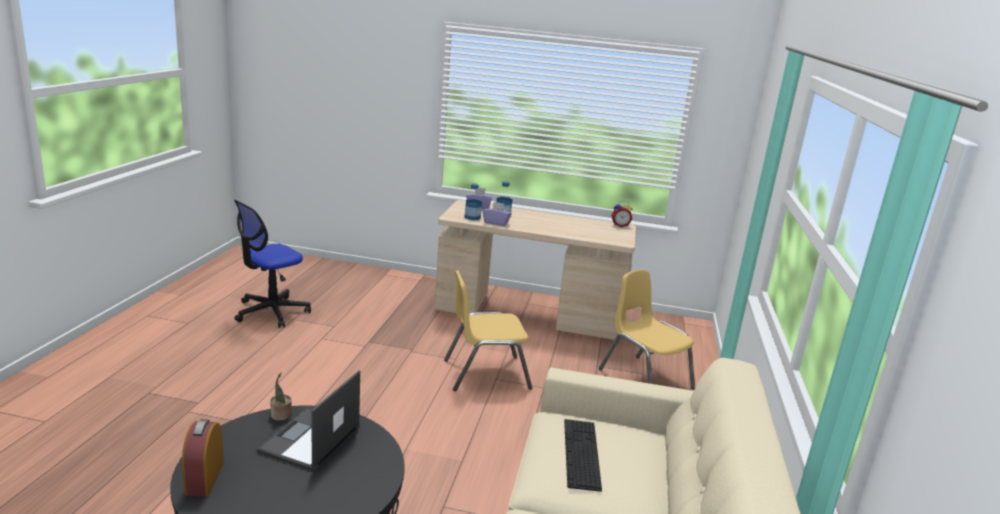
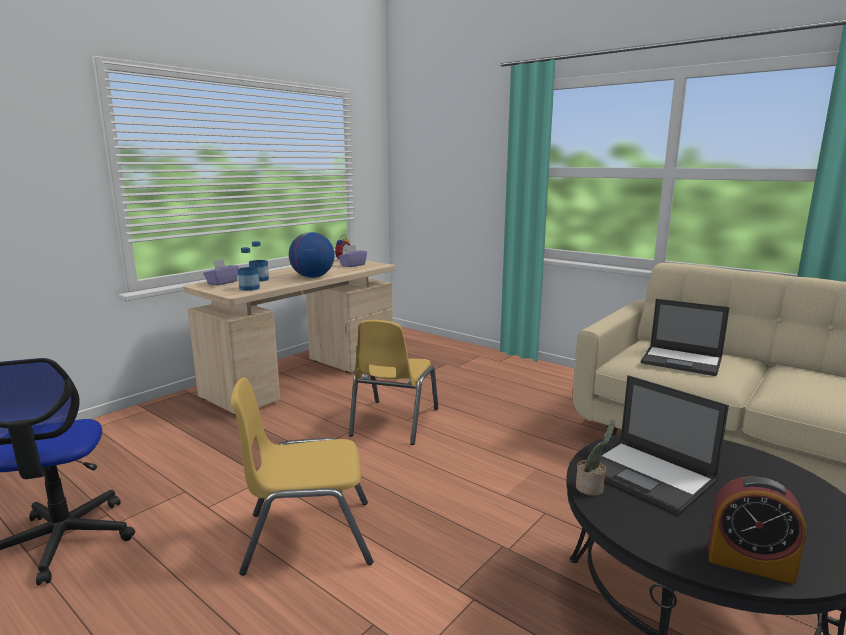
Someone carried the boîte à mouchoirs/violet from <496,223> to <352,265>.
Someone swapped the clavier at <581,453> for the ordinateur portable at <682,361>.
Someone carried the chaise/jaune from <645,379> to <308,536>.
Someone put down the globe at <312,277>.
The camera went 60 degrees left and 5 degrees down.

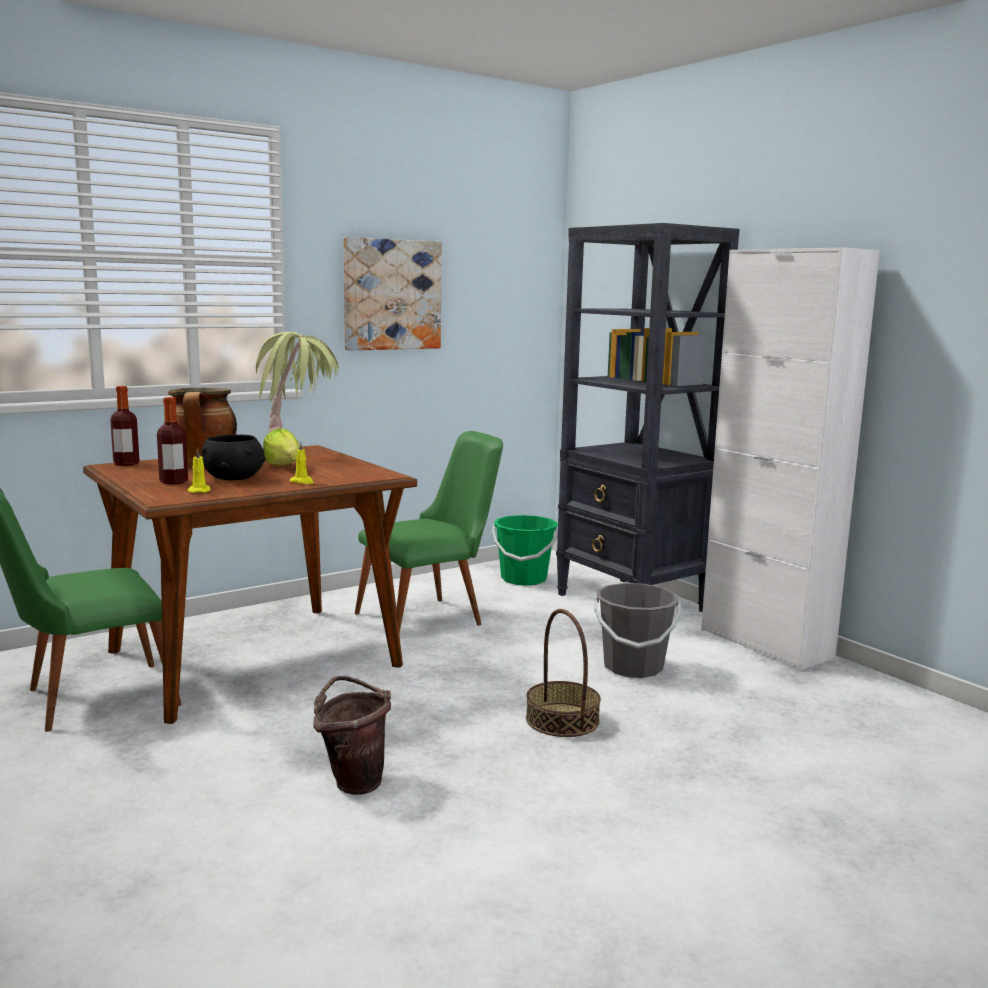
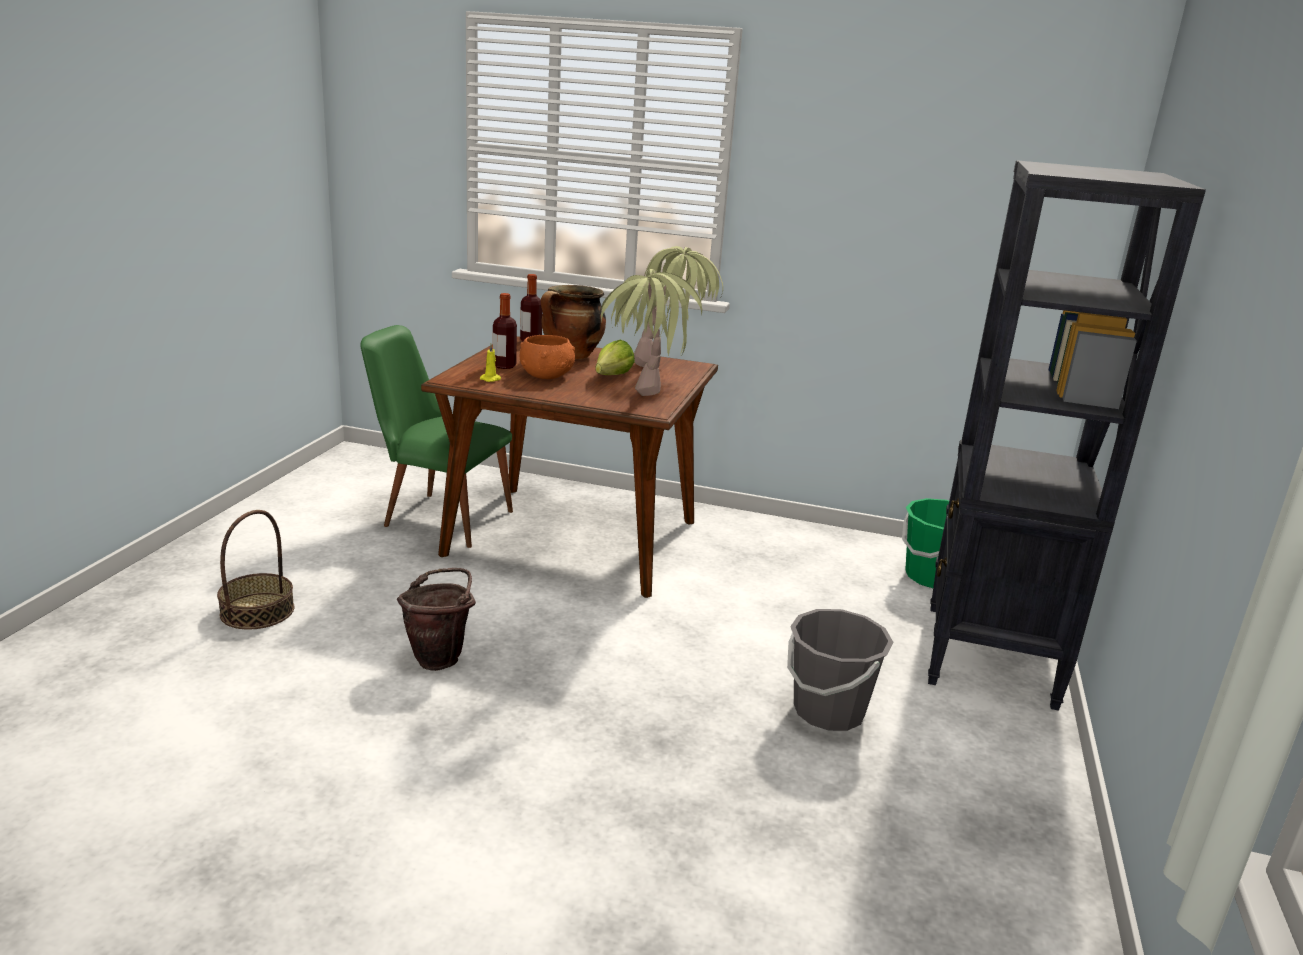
Someone repainted the bol/noir at <234,478>, which became the bol/orange at <547,375>.
Someone took away the bougie/jaune at <302,482>.
Someone took away the tableau at <391,294>.
Someone took away the chaise/vert at <431,618>.
Someone carried the panier from <562,720> to <257,611>.
Someone took away the meuble de rangement/blanc at <765,644>.
Someone put down the plante en pot at <644,404>.
The camera went 50 degrees right and 10 degrees up.

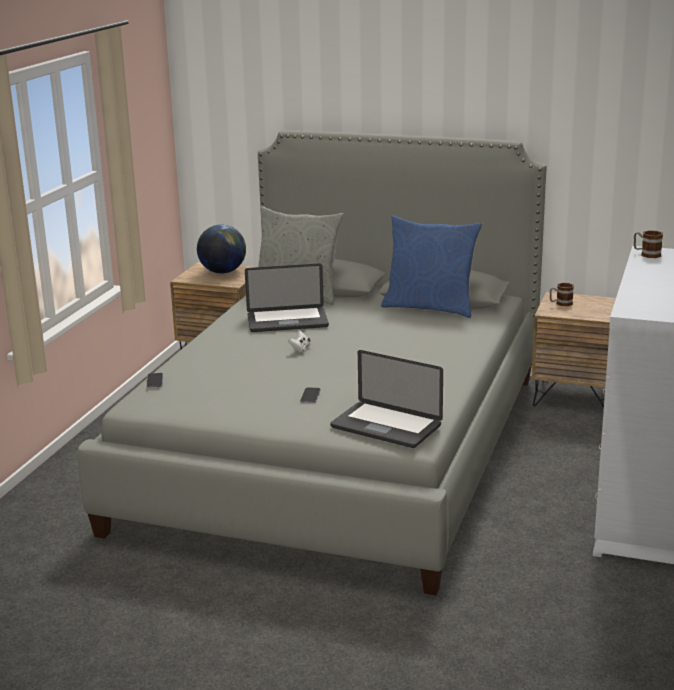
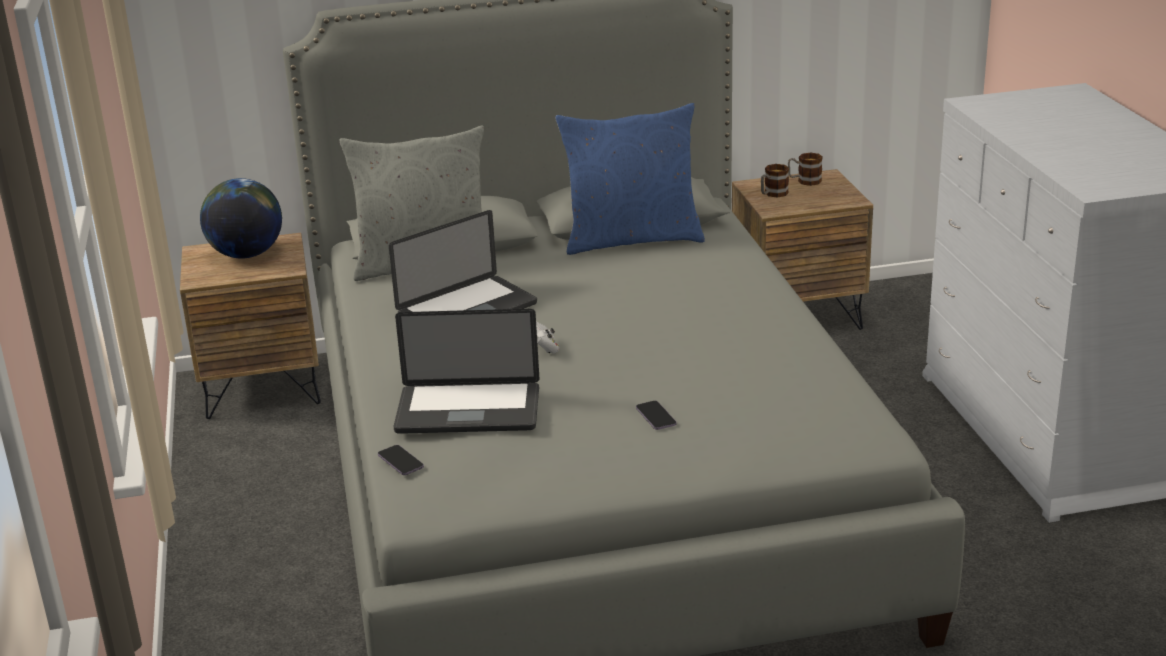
Someone carried the ordinateur portable from <386,426> to <468,411>.
Someone carried the mug from <646,254> to <804,181>.
The camera went 30 degrees left and 5 degrees up.

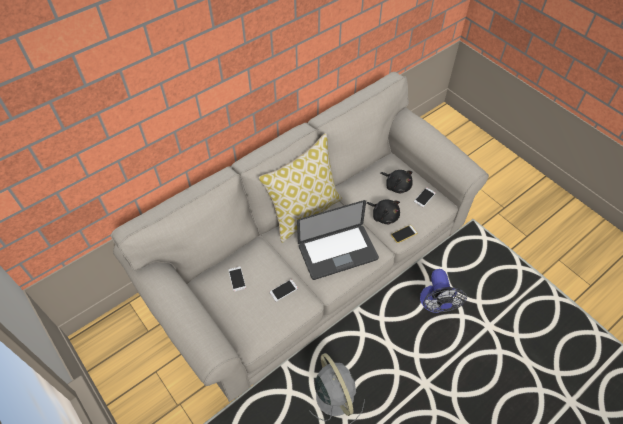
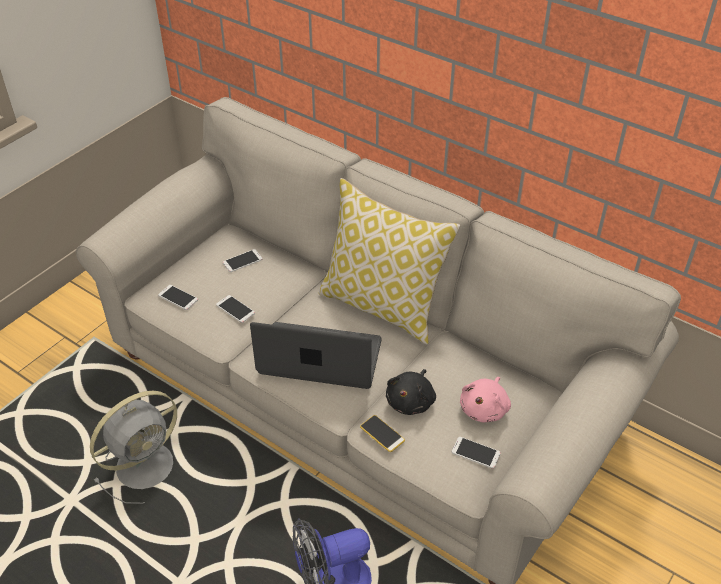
Someone rotated the ordinateur portable at <338,252> by 135 degrees clockwise.
Someone repainted the peluche/noir at <397,185>, which became the peluche/rose at <485,408>.
Someone put down the téléphone at <178,297>.
The camera went 75 degrees right and 10 degrees down.

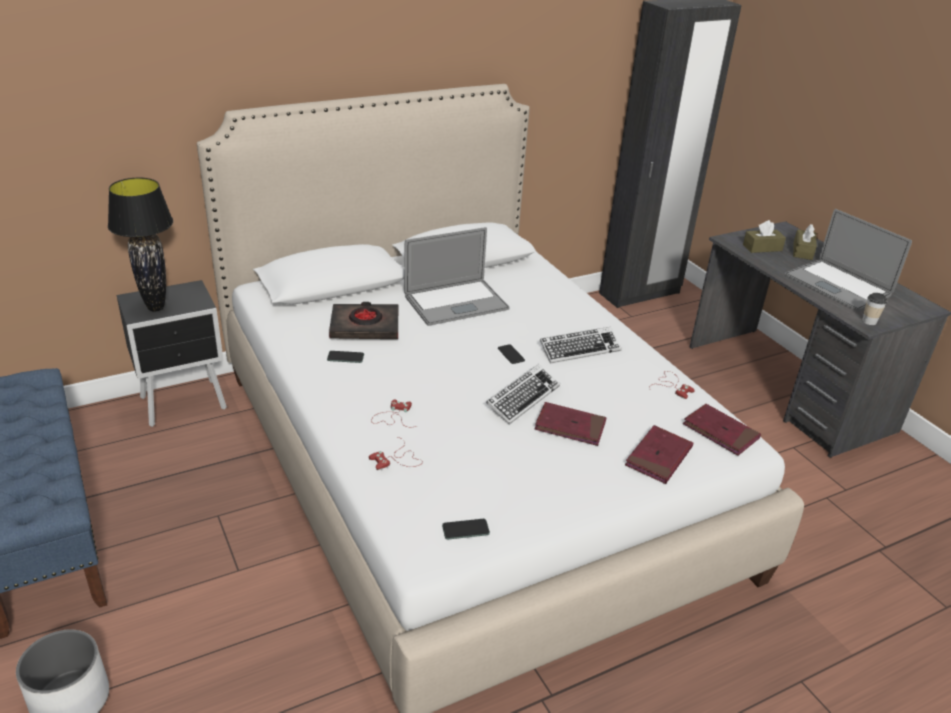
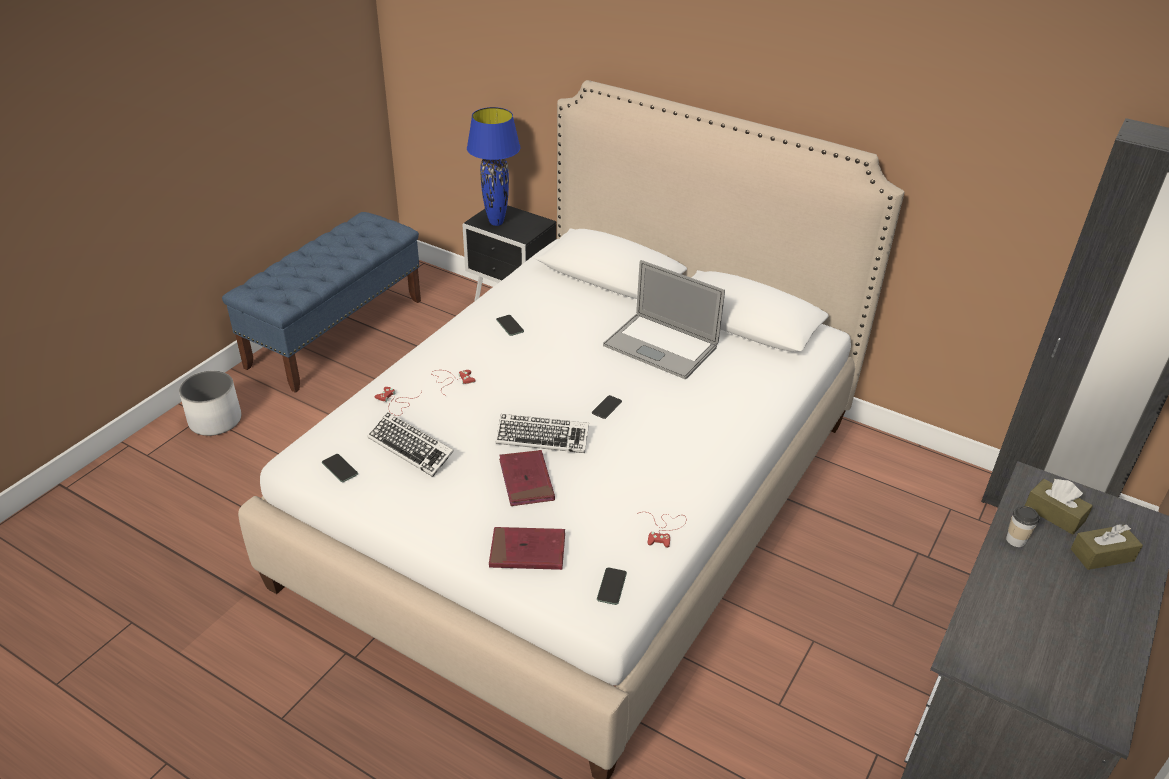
Someone repainted the lampe de table/noir at <156,308>, which became the lampe de table/bleu at <496,223>.
Someone took away the livre/noir at <365,326>.
Someone carried the clavier from <579,349> to <411,448>.
Someone swapped the livre/rouge at <720,432> for the téléphone at <611,586>.
Someone took away the ordinateur portable at <837,285>.
Someone carried the tasse from <869,321> to <1016,540>.
The camera went 60 degrees right and 5 degrees up.

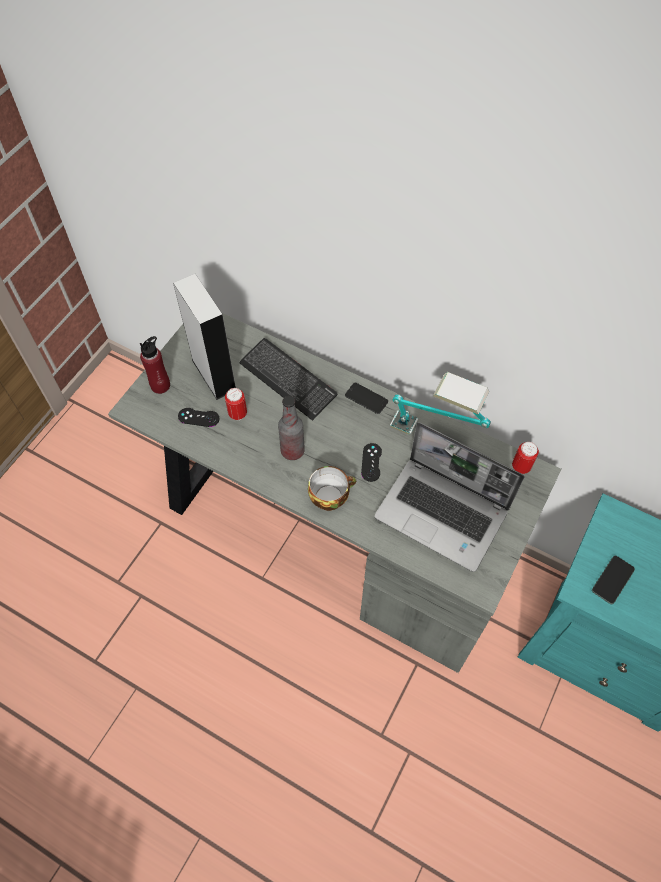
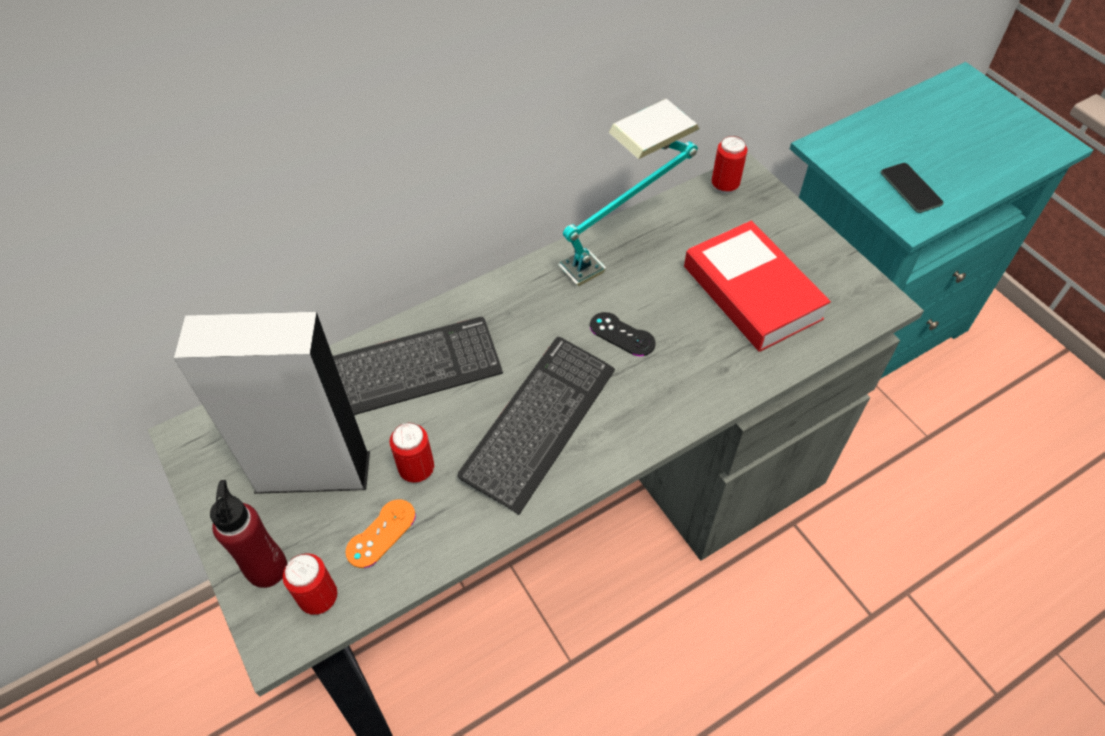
Someone repainted the manette/noir at <198,417>, which became the manette/orange at <381,533>.
Someone swapped the bouteille at <292,451> for the clavier at <539,423>.
Someone took away the tasse at <330,496>.
Someone took away the téléphone at <366,398>.
Someone swapped the ordinateur portable at <443,514> for the livre at <752,293>.
Someone put down the boîte métallique at <319,598>.
The camera went 60 degrees left and 5 degrees down.

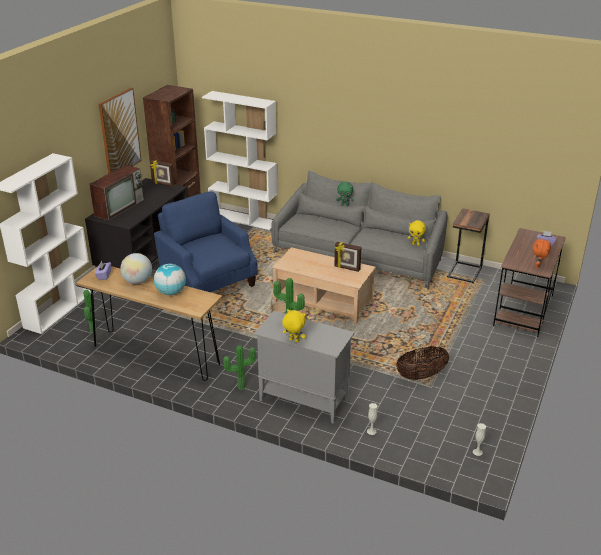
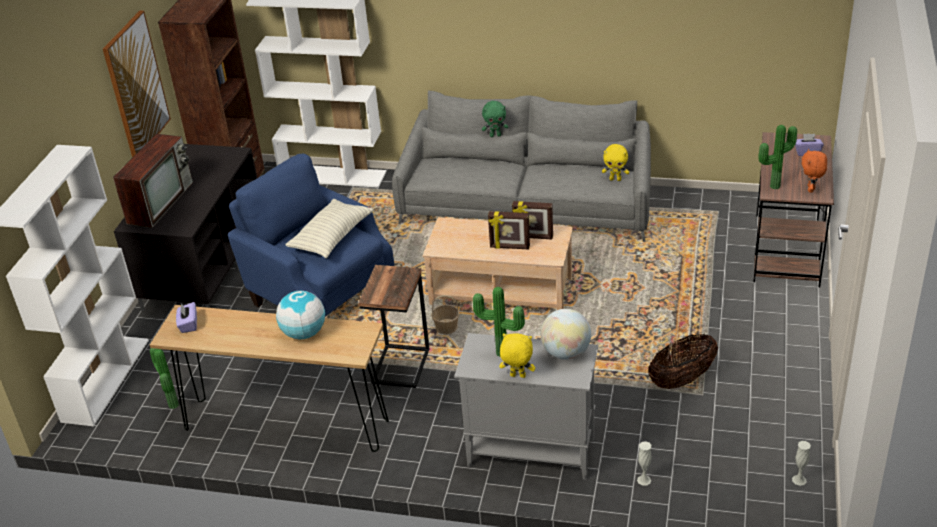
Someone carried the globe from <137,281> to <566,353>.
Someone carried the cadre photo from <163,184> to <509,247>.
Someone carried the plante en pot from <241,387> to <773,185>.
Someone carried the table d'appoint from <465,272> to <402,366>.
Someone put down the coussin at <332,238>.
The camera went 10 degrees left and 5 degrees up.

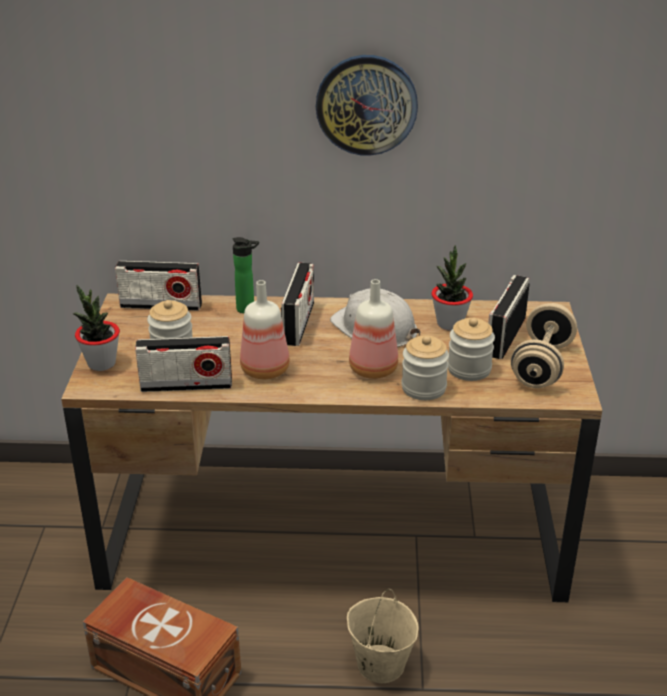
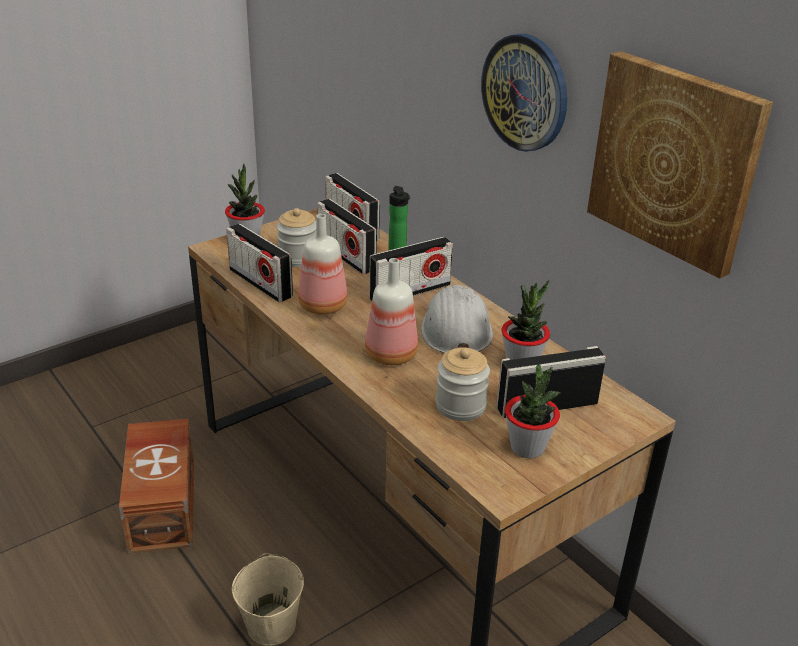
Someone took away the bocal at <423,388>.
Someone swapped the haltère/beige at <541,365> for the plante en pot at <527,448>.
Someone put down the radio at <346,256>.
Someone put up the tableau at <674,161>.
The camera went 50 degrees right and 0 degrees up.

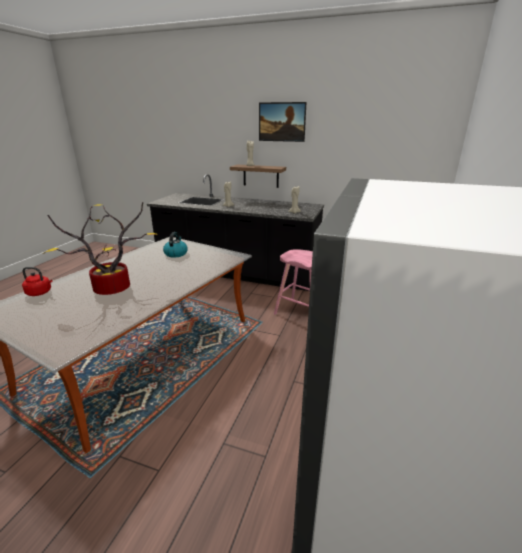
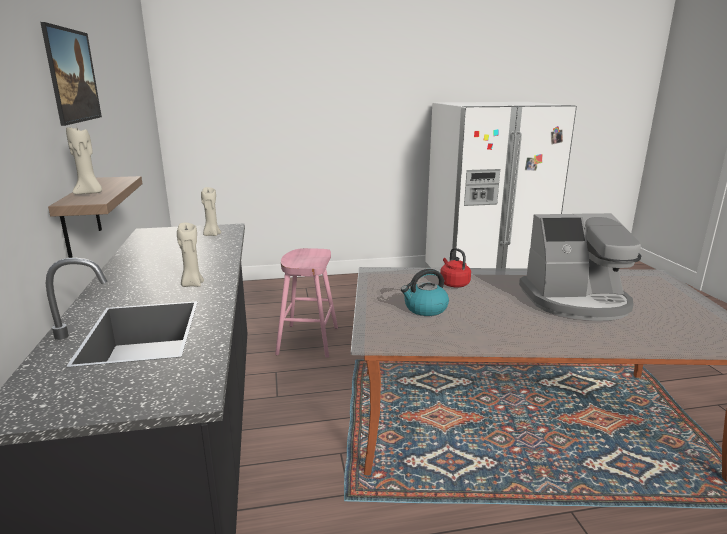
Someone carried the bouilloire/rouge from <40,293> to <453,283>.
Someone swapped the plante en pot at <110,290> for the machine à café at <576,301>.
The camera went 120 degrees left and 5 degrees down.

